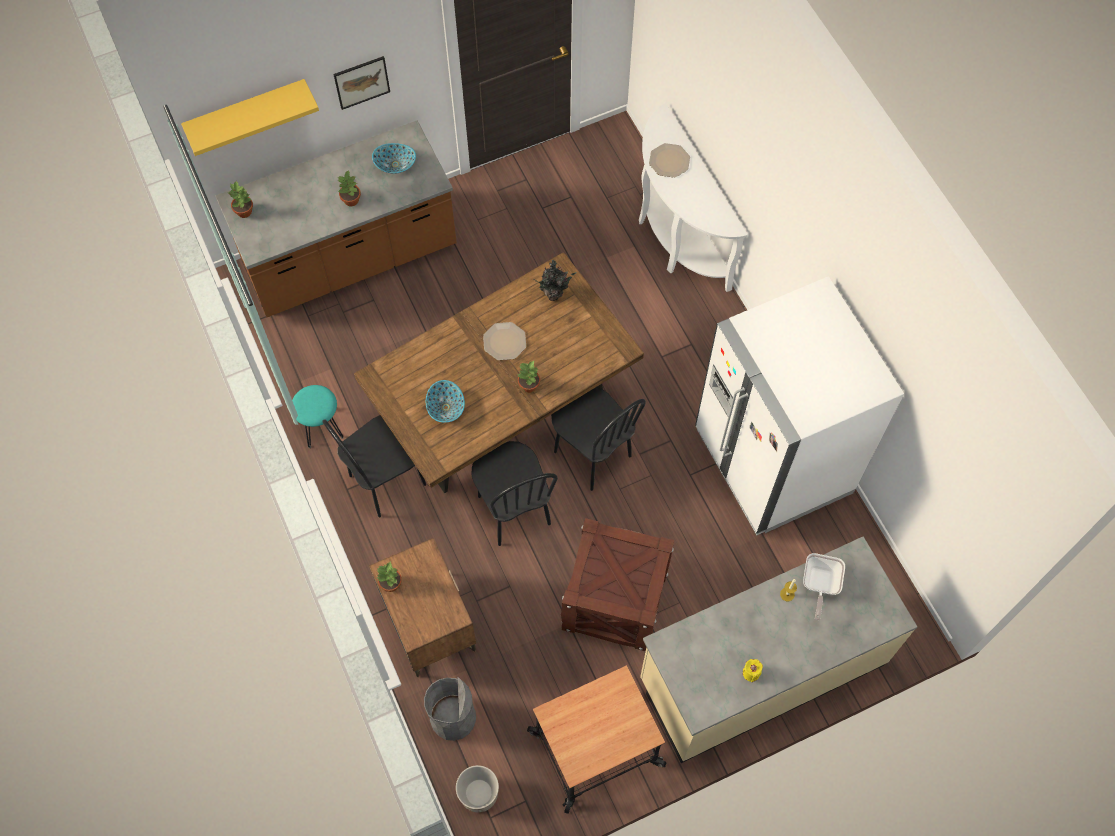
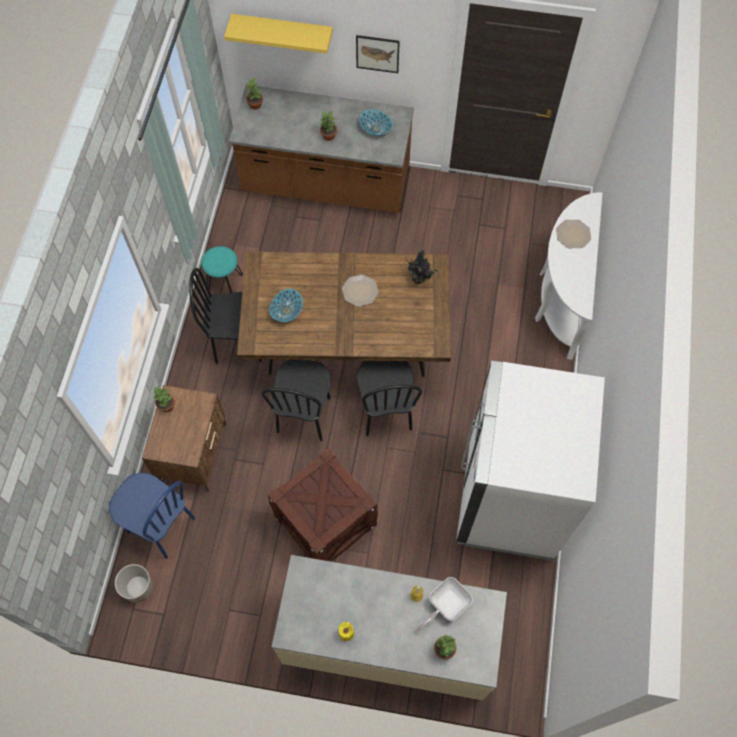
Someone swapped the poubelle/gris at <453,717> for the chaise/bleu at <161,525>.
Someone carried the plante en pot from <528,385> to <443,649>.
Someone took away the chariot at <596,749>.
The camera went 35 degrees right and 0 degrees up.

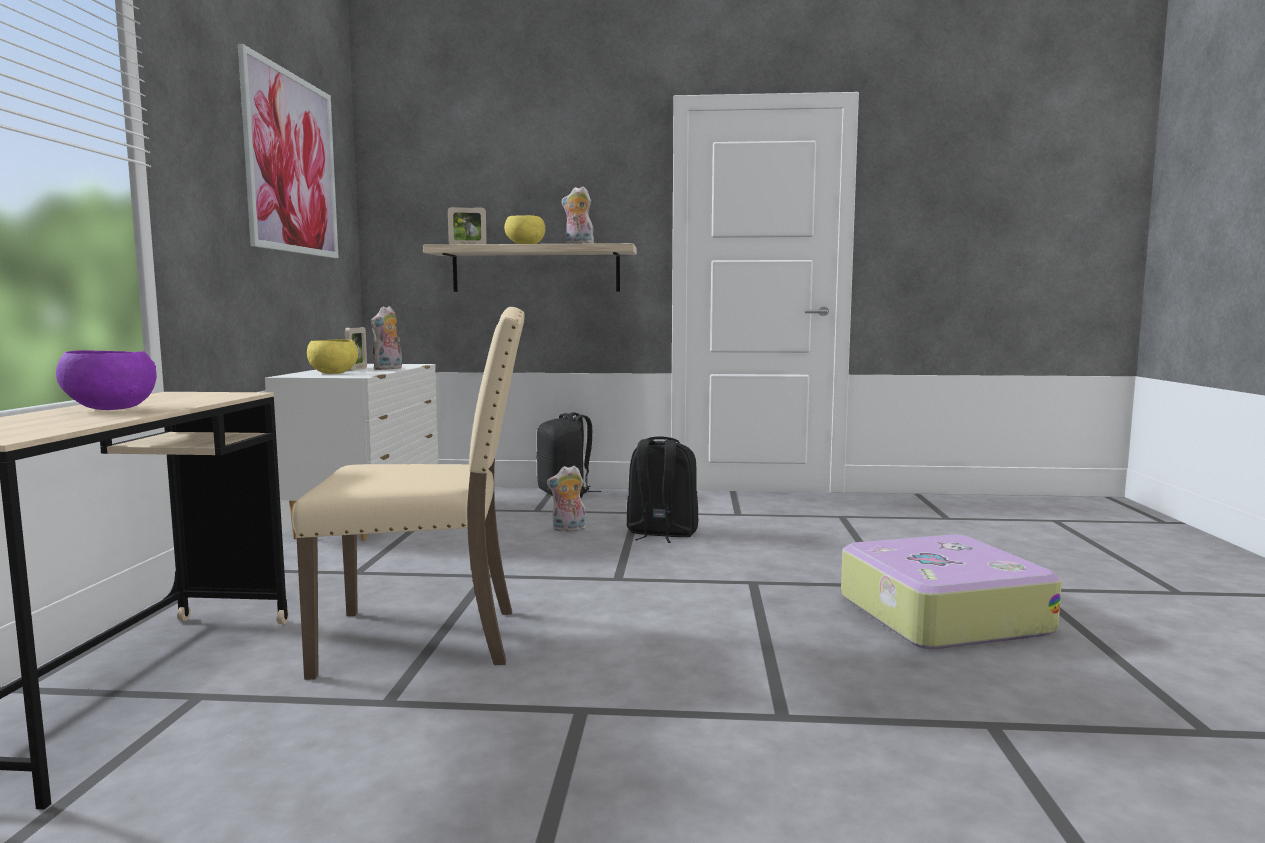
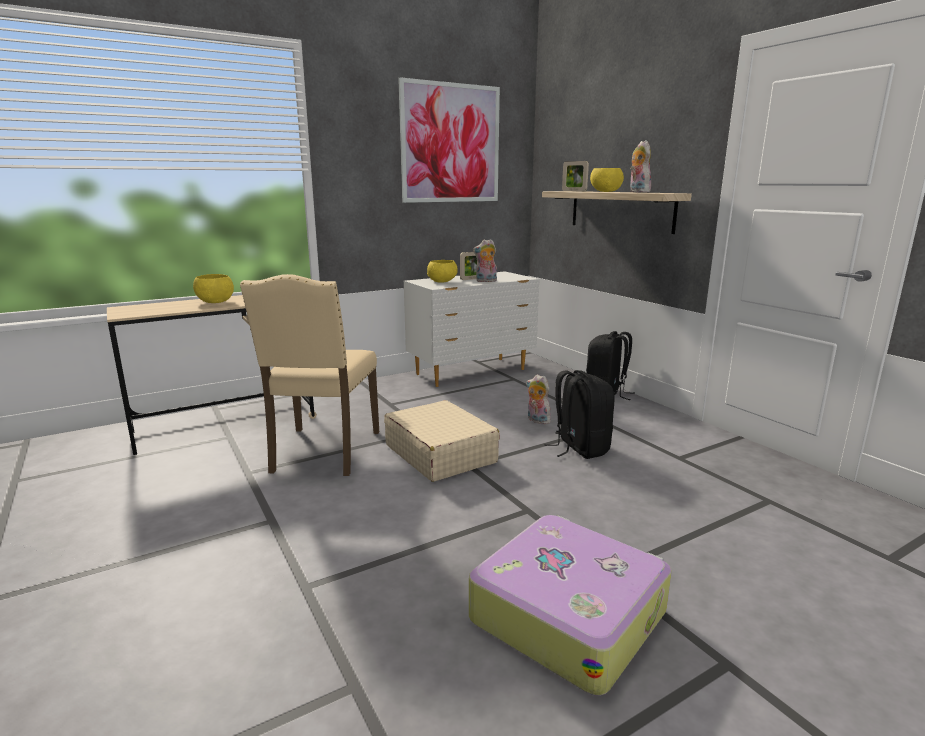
Someone repainted the bol/violet at <109,409>, which became the bol/jaune at <215,302>.
Someone rotated the chaise/beige at <425,639> by 45 degrees clockwise.
Someone put down the valise/beige at <440,453>.
The camera went 55 degrees right and 10 degrees up.

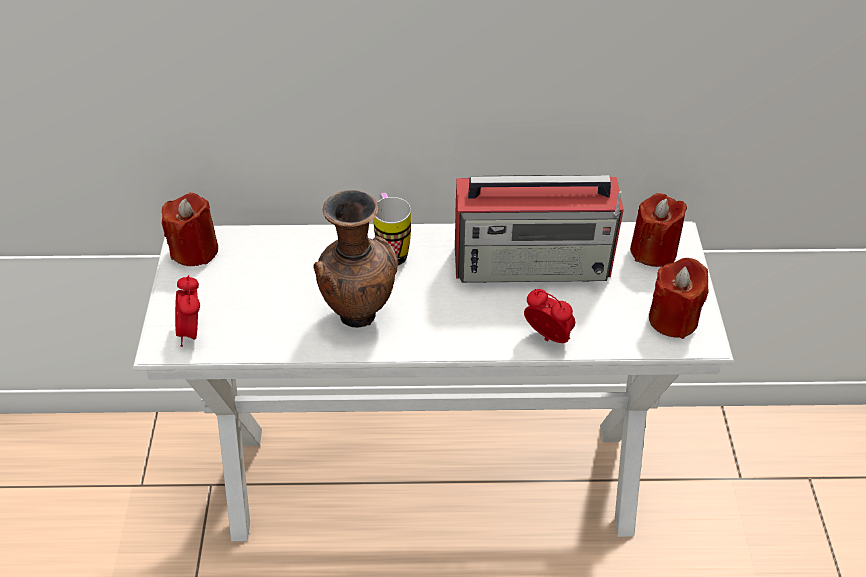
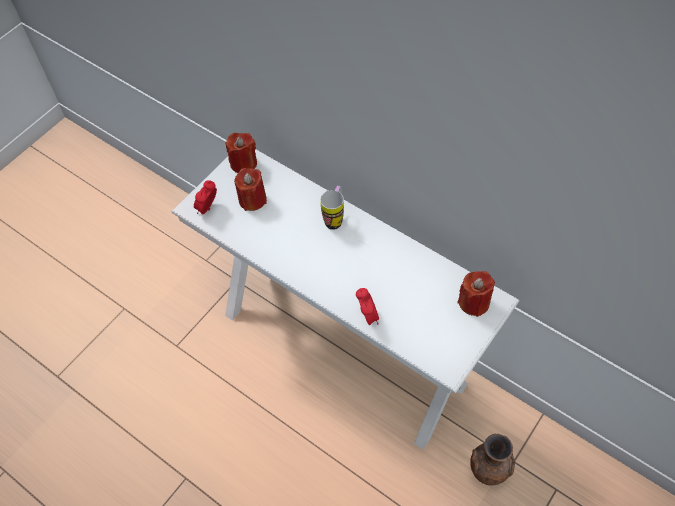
Someone carried the vase/marron from <359,313> to <487,472>.
Someone took away the radio at <534,262>.
Someone carried the bougie/rouge from <673,319> to <252,200>.
The camera went 40 degrees right and 10 degrees up.

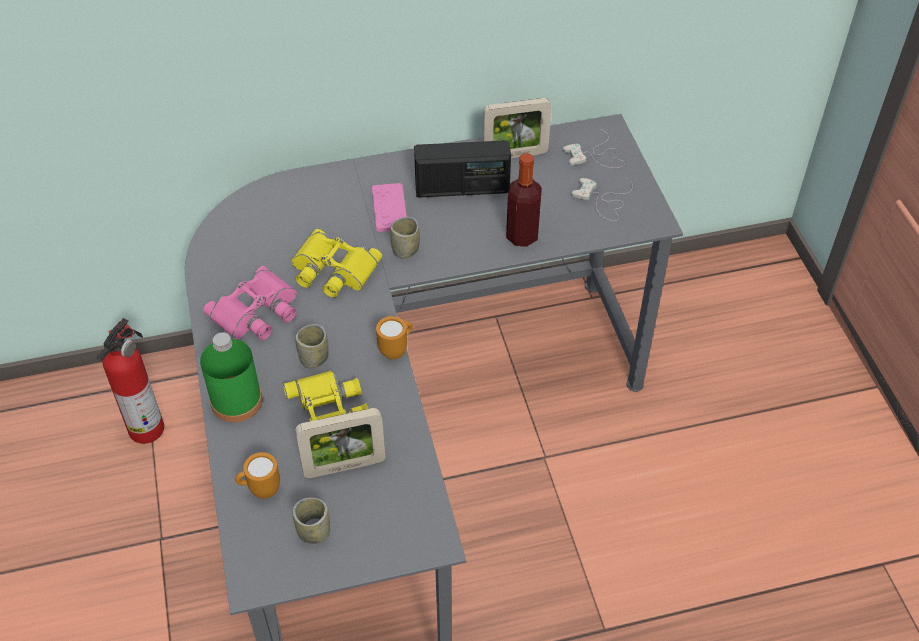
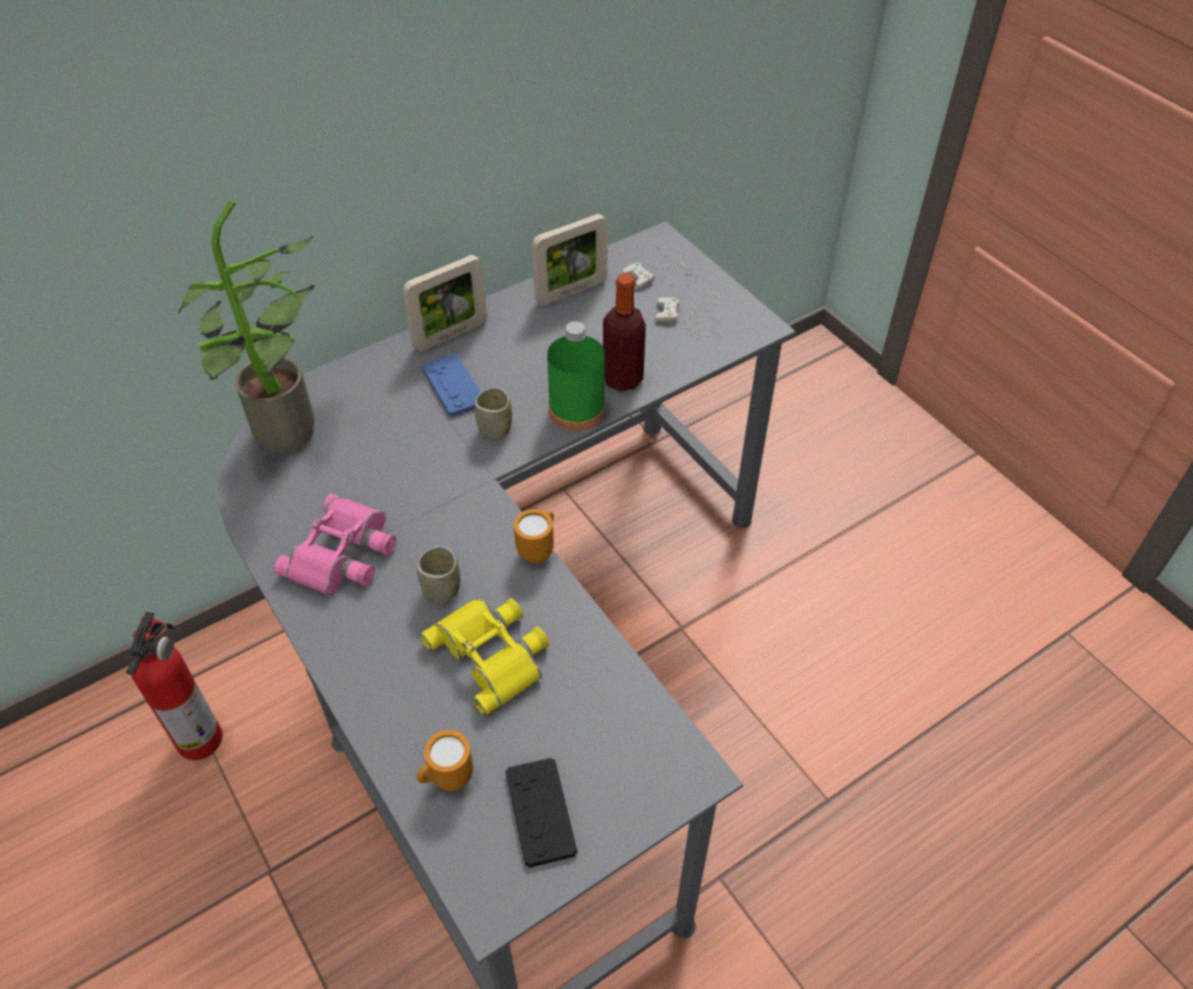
Someone carried the bouteille/vert from <236,401> to <576,410>.
Someone took away the jumelles/jaune at <332,270>.
Someone swapped the tasse at <314,532> for the manette/noir at <540,812>.
Someone carried the cadre photo from <344,466> to <450,335>.
Someone repainted the manette/rose at <389,208>, which became the manette/bleu at <453,386>.
Someone took away the radio at <462,188>.
Someone put down the plante en pot at <287,439>.
The camera went 20 degrees left and 0 degrees up.

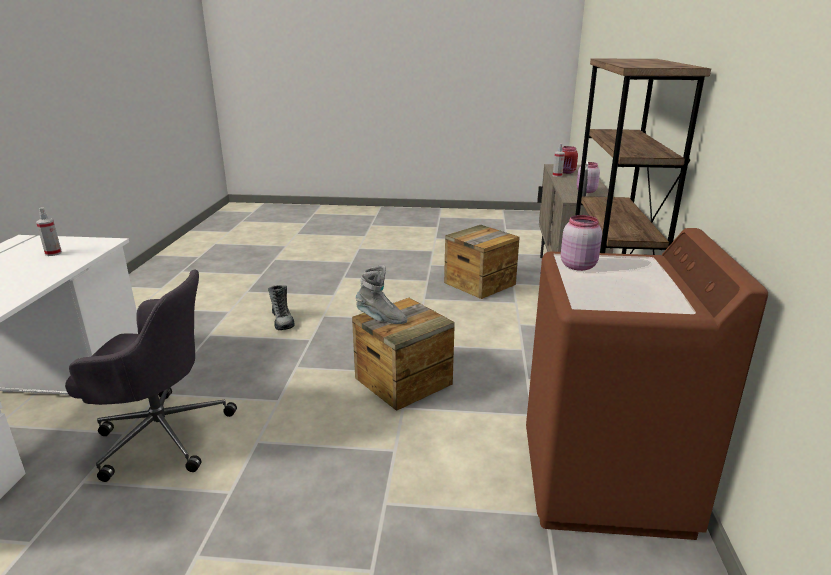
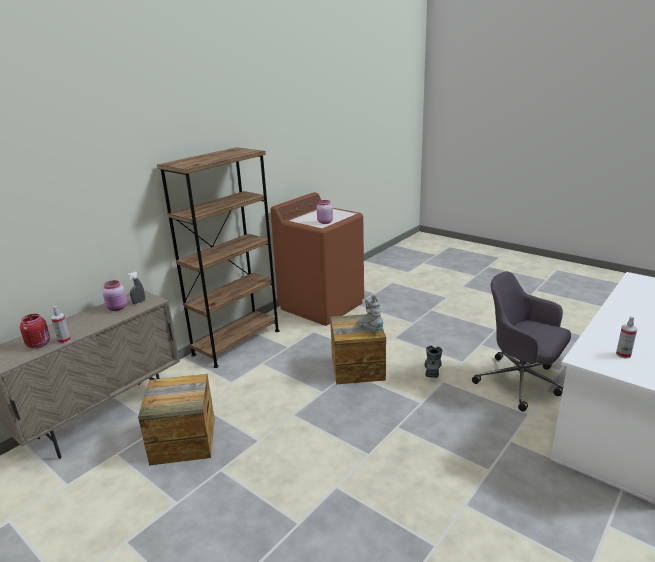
Someone carried the botte from <282,321> to <432,369>.
The camera went 145 degrees left and 0 degrees up.

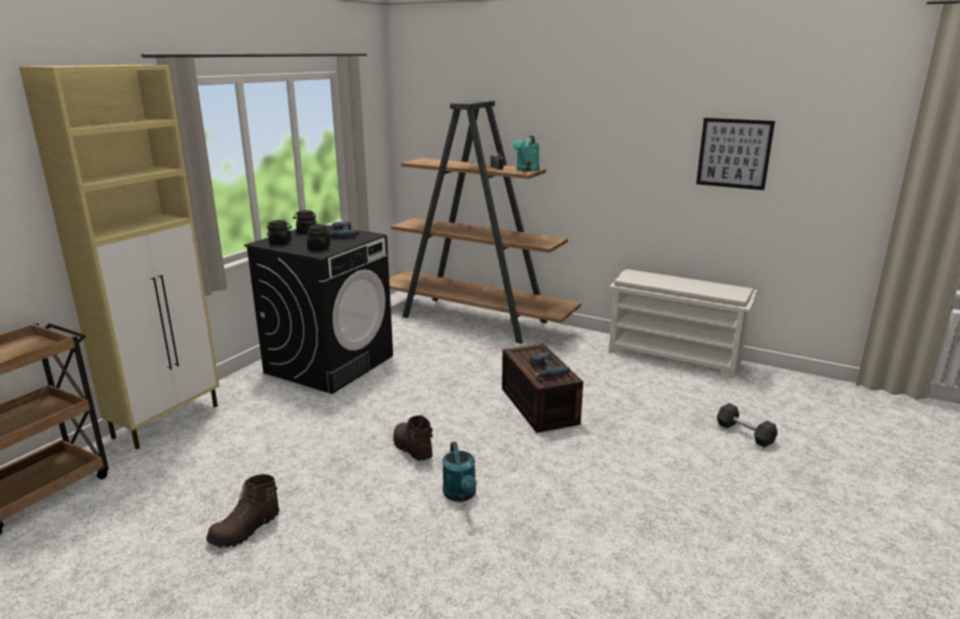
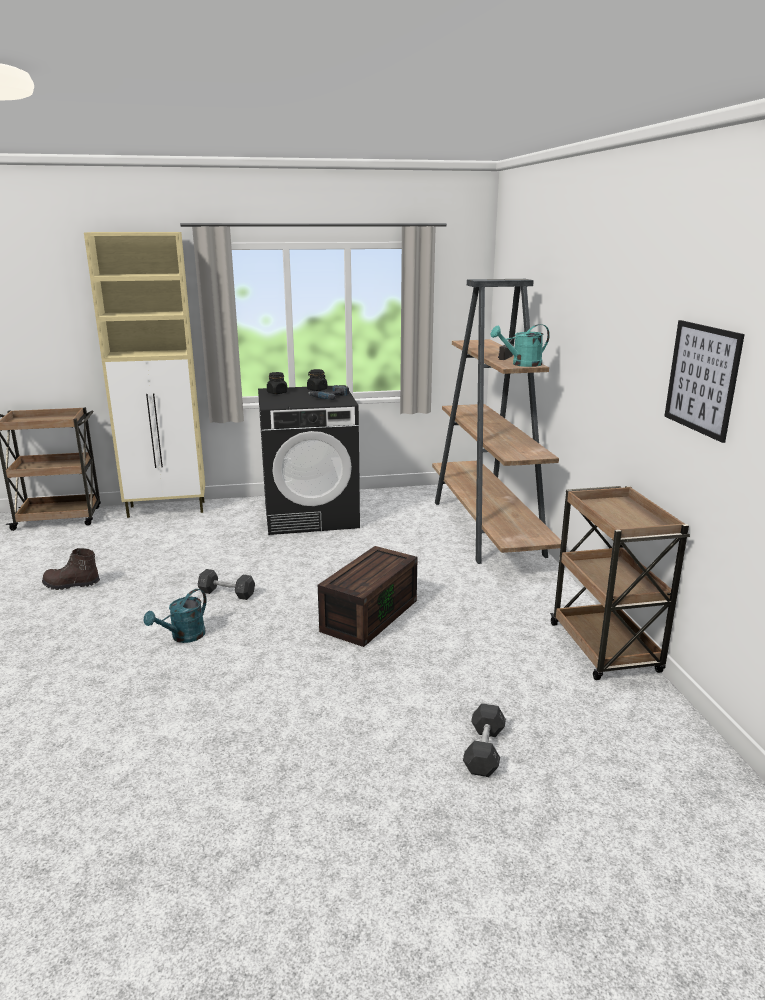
Someone took away the bocal/noir at <318,248>.
Someone swapped the botte/marron at <412,449> for the haltère/gris at <227,593>.
Someone took away the perceuse at <544,370>.
Someone swapped the étagère à chaussures/blanc at <675,356> for the chariot/marron at <605,649>.
The camera went 50 degrees right and 0 degrees up.

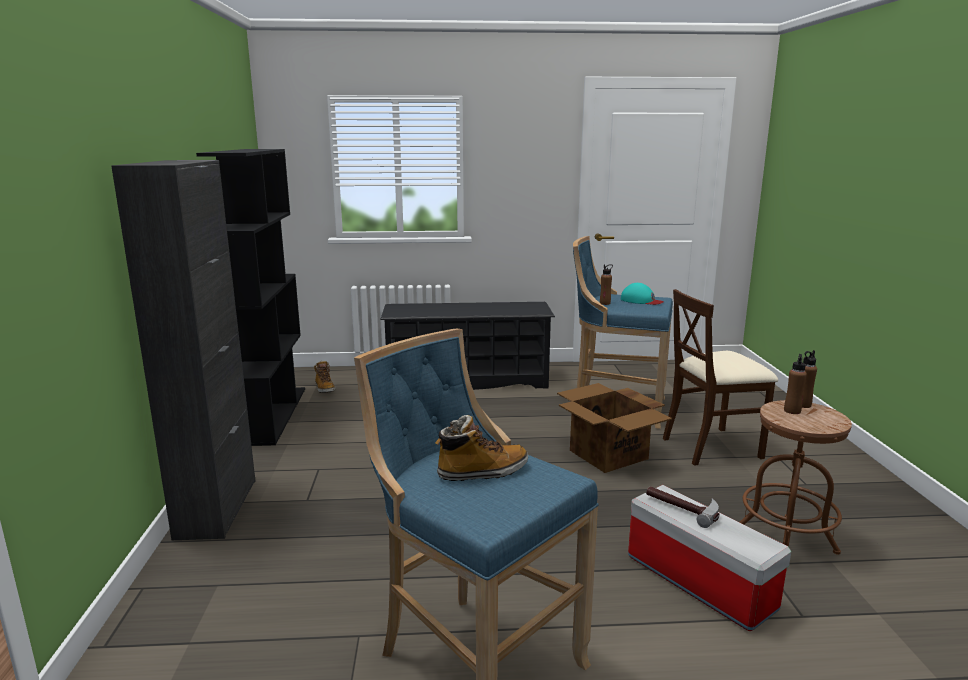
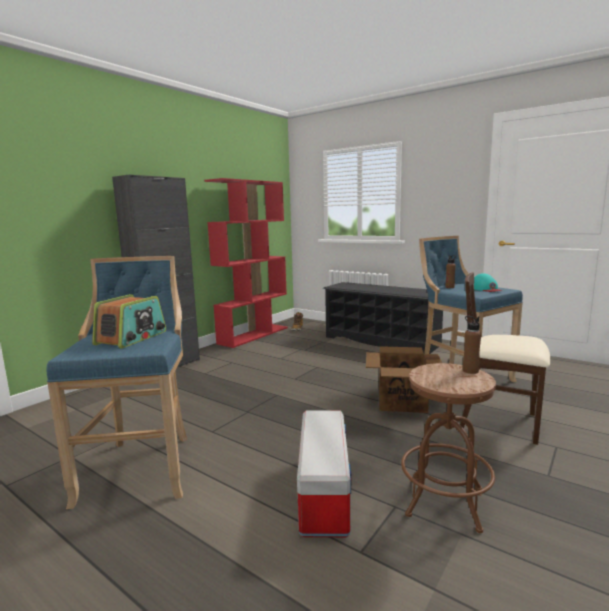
Someone repainted the bibliothèque/noir at <271,414>, which became the bibliothèque/rouge at <254,335>.
Someone swapped the botte at <482,472> for the radio at <132,338>.
Someone took away the marteau at <682,508>.
Someone took away the bouteille/marron at <792,411>.
The camera went 40 degrees right and 5 degrees down.

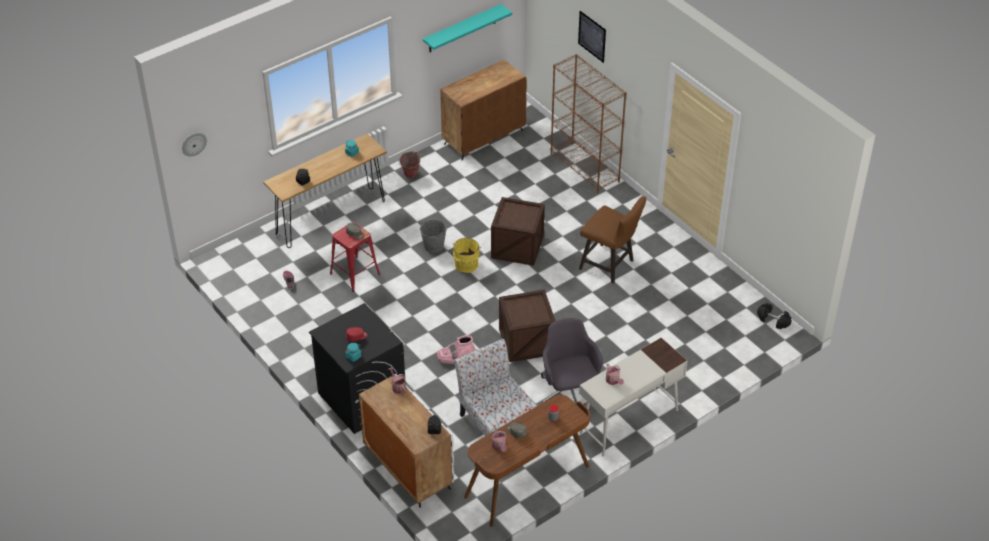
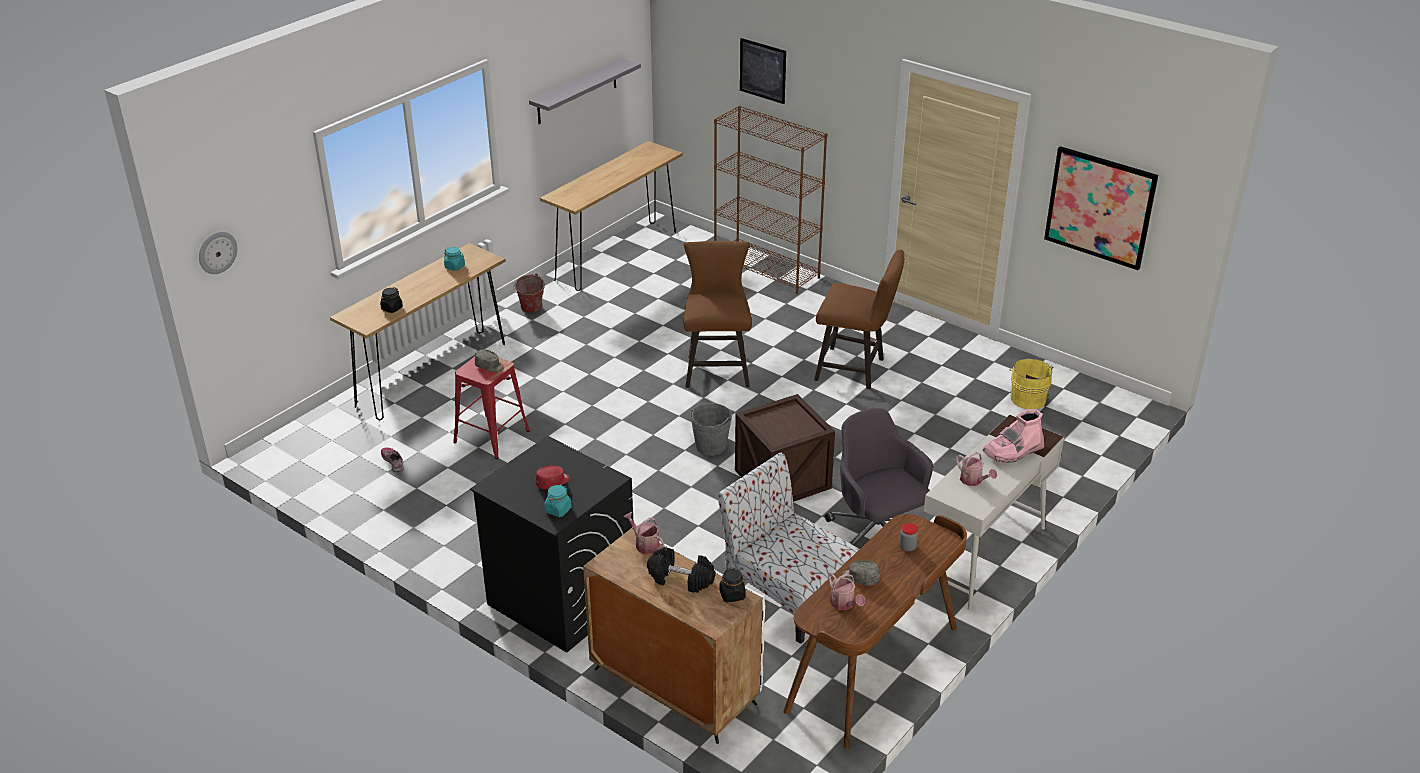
Someone carried the seau/gris from <433,246> to <711,446>.
Someone repainted the étagère/turquoise at <462,29>, which became the étagère/gris at <577,91>.
Someone carried the botte/rose from <456,357> to <1013,451>.
Someone swapped the meuble de rangement/marron at <484,137> for the table console/marron at <616,256>.
Someone carried the seau/jaune from <467,263> to <1027,398>.
Someone swapped the caisse at <517,247> for the tabouret/marron at <716,368>.
Someone carried the haltère/noir from <773,321> to <680,579>.
Someone put up the tableau at <1100,207>.
The camera went 15 degrees left and 10 degrees down.

